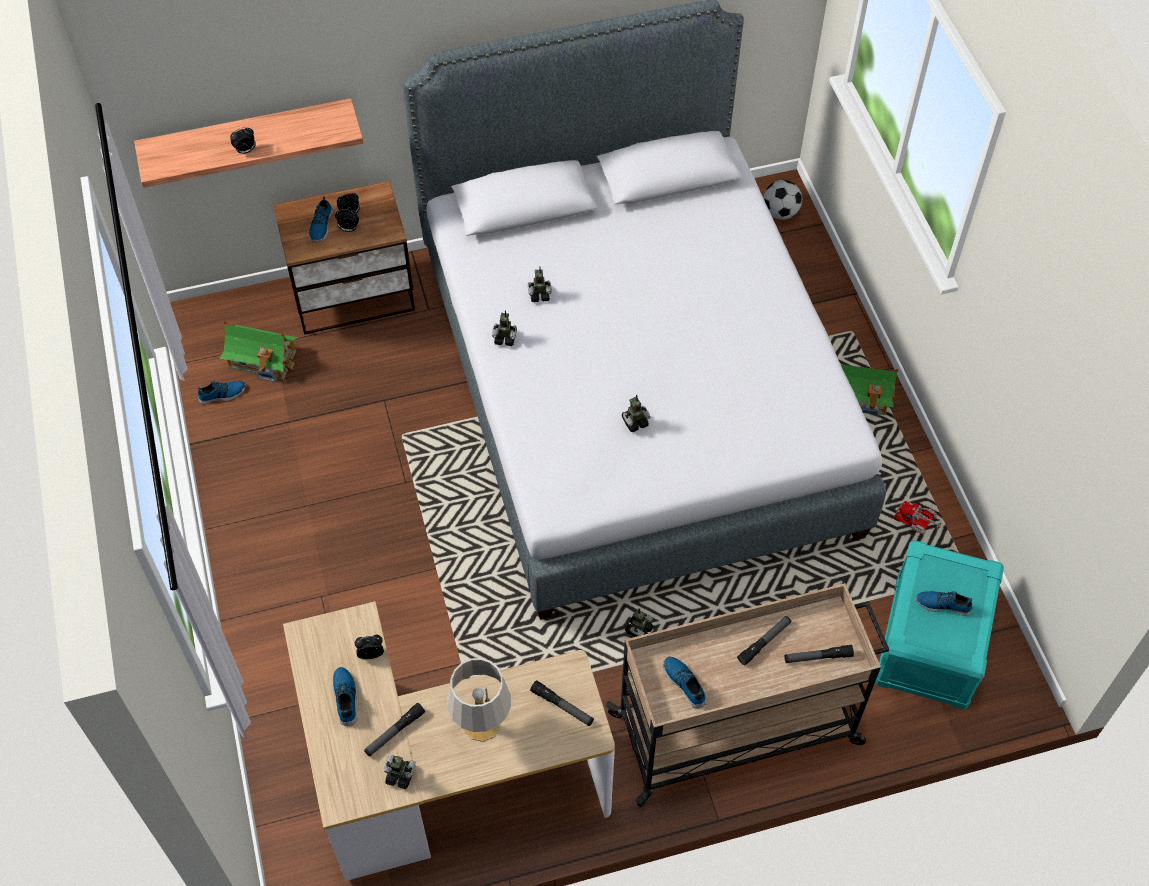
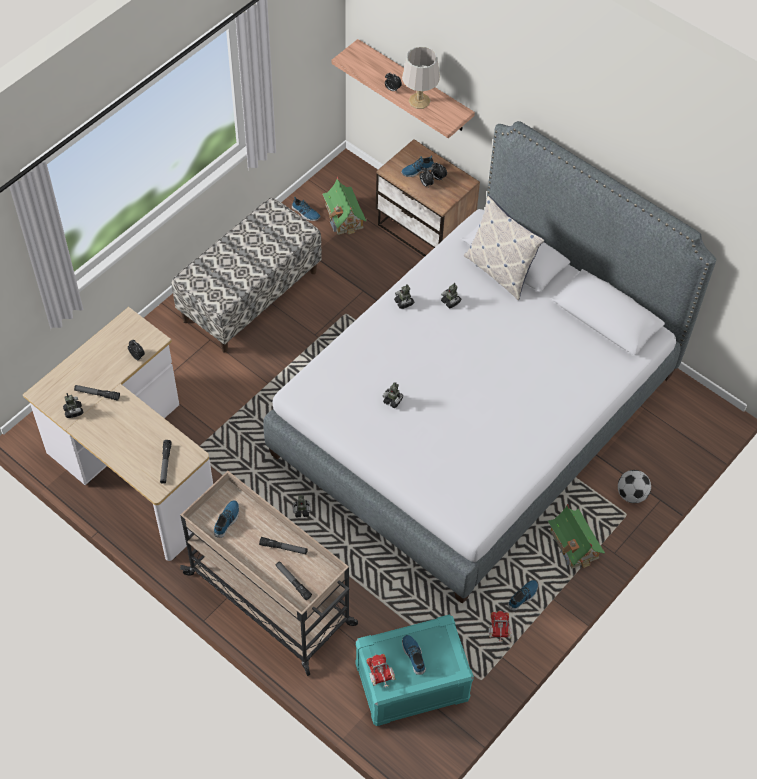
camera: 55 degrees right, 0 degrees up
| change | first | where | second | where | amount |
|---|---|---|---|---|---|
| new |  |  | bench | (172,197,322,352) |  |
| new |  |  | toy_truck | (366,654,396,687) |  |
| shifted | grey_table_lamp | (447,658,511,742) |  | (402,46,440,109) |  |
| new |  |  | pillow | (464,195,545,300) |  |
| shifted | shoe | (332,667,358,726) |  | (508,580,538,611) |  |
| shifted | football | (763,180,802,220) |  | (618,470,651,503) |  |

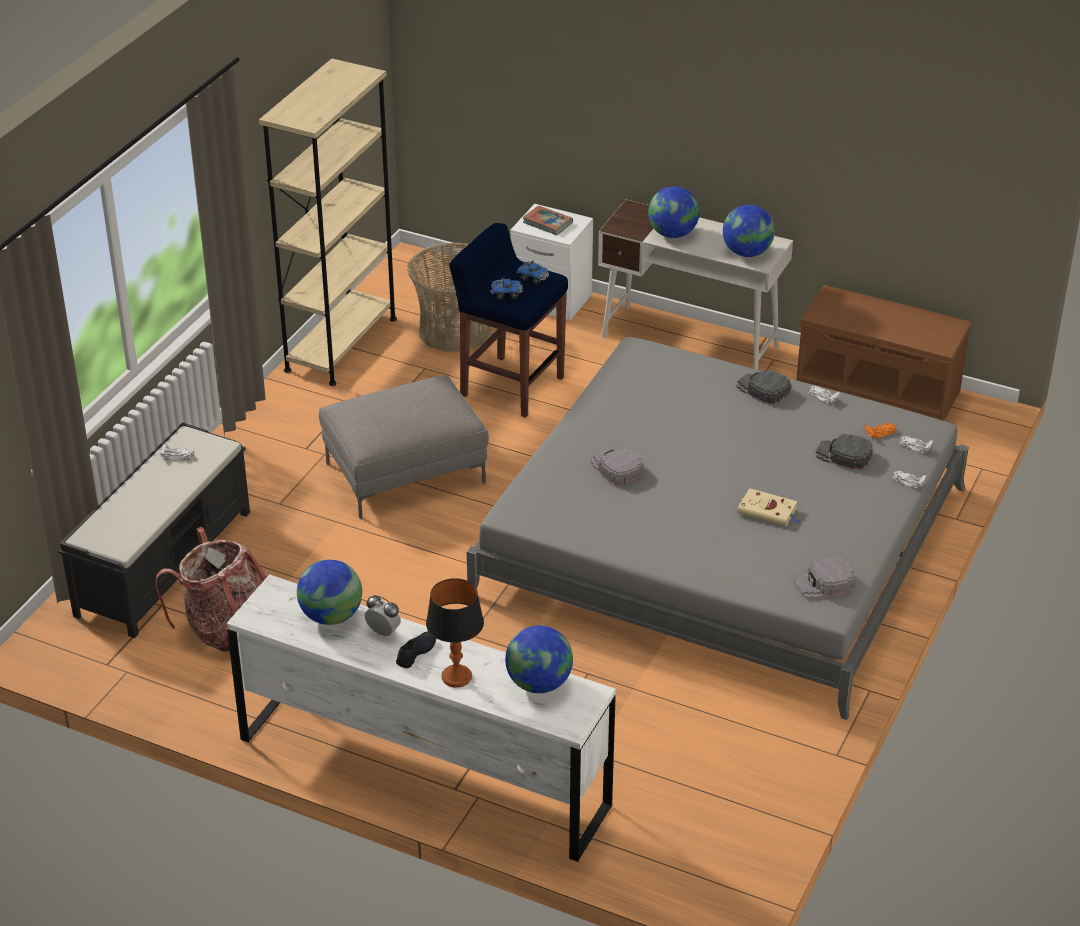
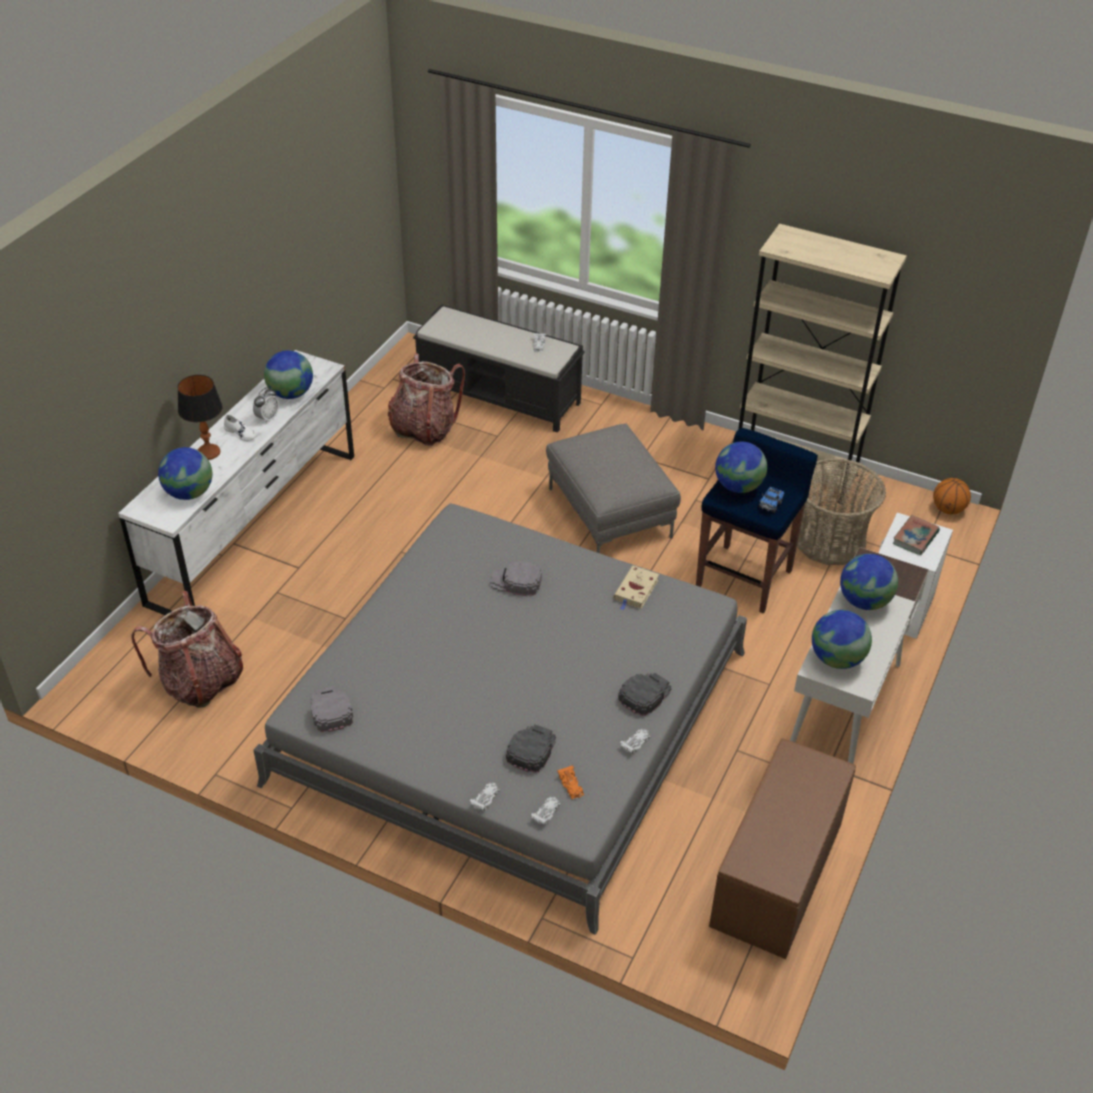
camera: 90 degrees right, 5 degrees up
| change | first | where | second | where | amount |
|---|---|---|---|---|---|
| new |  |  | backpack | (131,591,243,708) |  |
| repainted | black_shoe | (396,631,436,668) | white_shoe | (224,415,257,441) |  |
| rotated | grey_cap | (591,448,644,486) |  | (490,561,542,596) | 135 degrees counterclockwise |
| shifted | beige_book | (738,488,801,526) |  | (613,566,659,610) |  |
| swapped | toy_truck | (490,277,523,299) | globe | (715,442,767,493) |  |
| new |  |  | basketball | (933,478,971,515) |  |

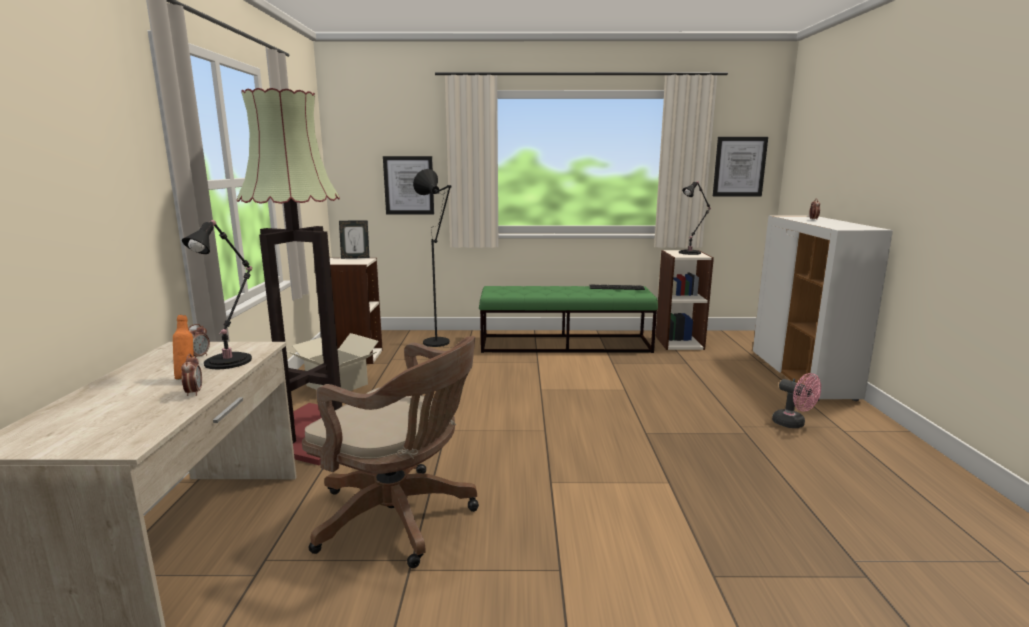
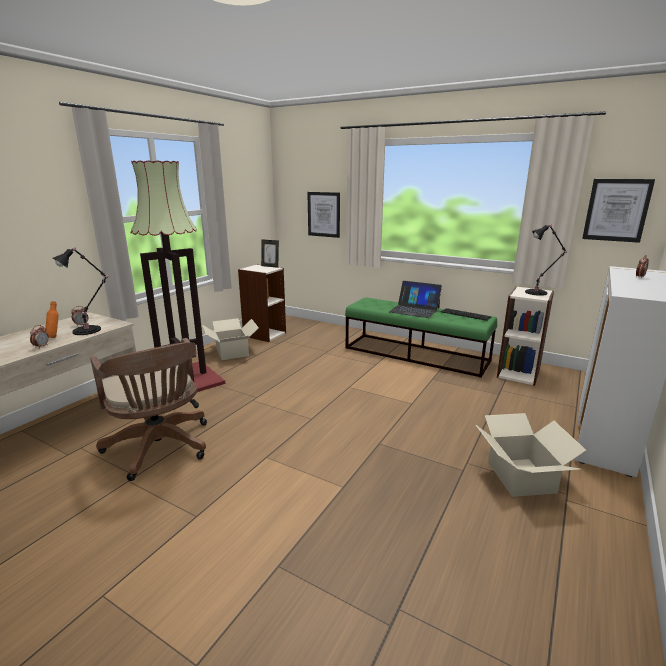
camera: 30 degrees right, 5 degrees up
| change | first | where | second | where | amount |
|---|---|---|---|---|---|
| new |  |  | laptop | (389,281,442,318) |  |
| swapped | pink_fan | (772,373,821,428) | cardboard_box | (476,413,587,497) |  |
| gone | black_floor_lamp | (413,169,452,348) |  |  |  |

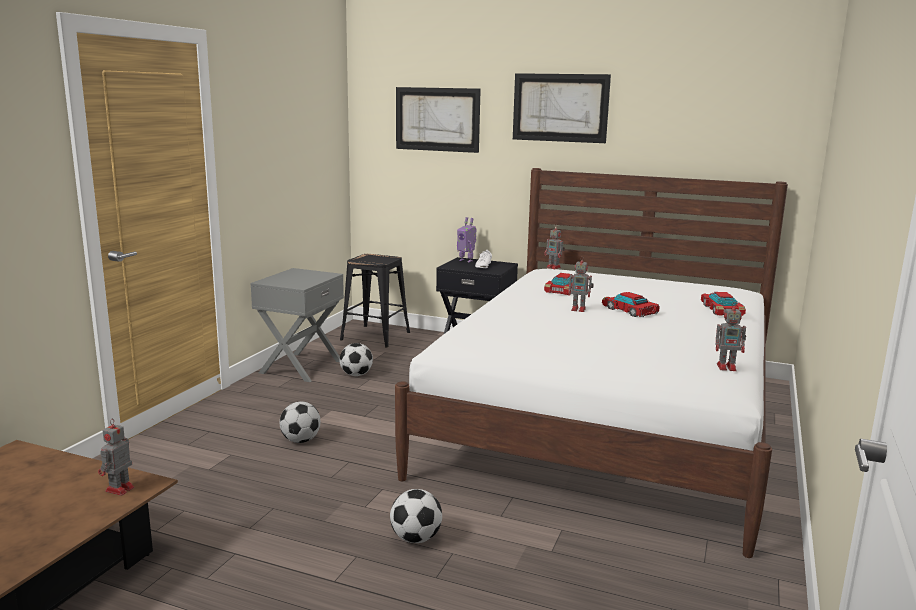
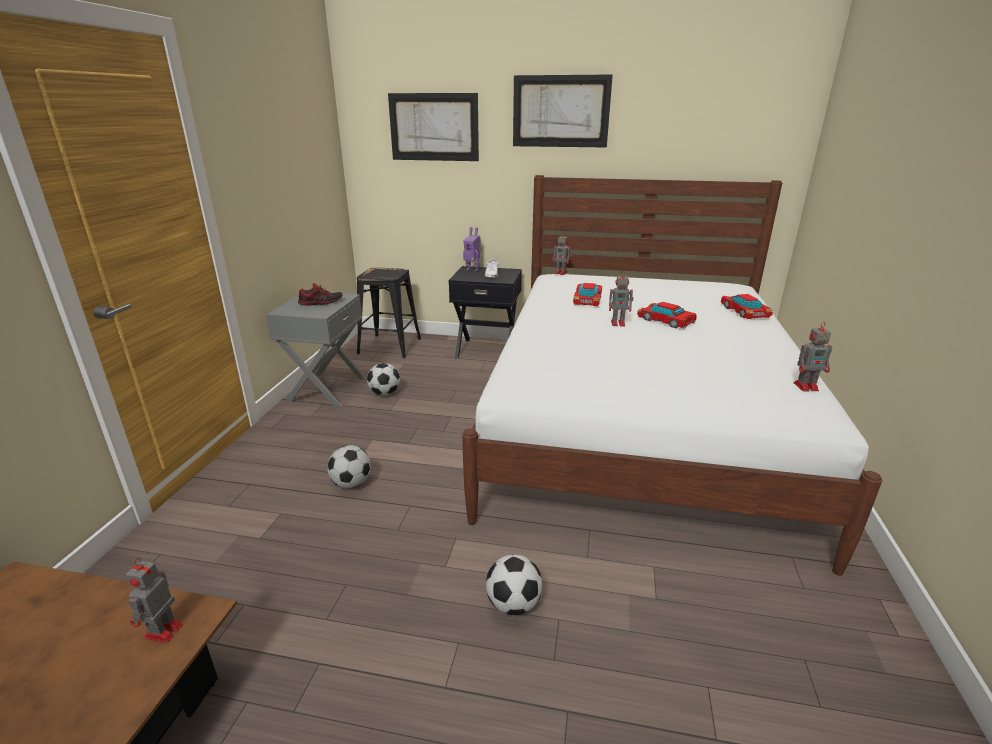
camera: 10 degrees left, 10 degrees up
| change | first | where | second | where | amount |
|---|---|---|---|---|---|
| new |  |  | shoe | (298,283,343,306) |  |

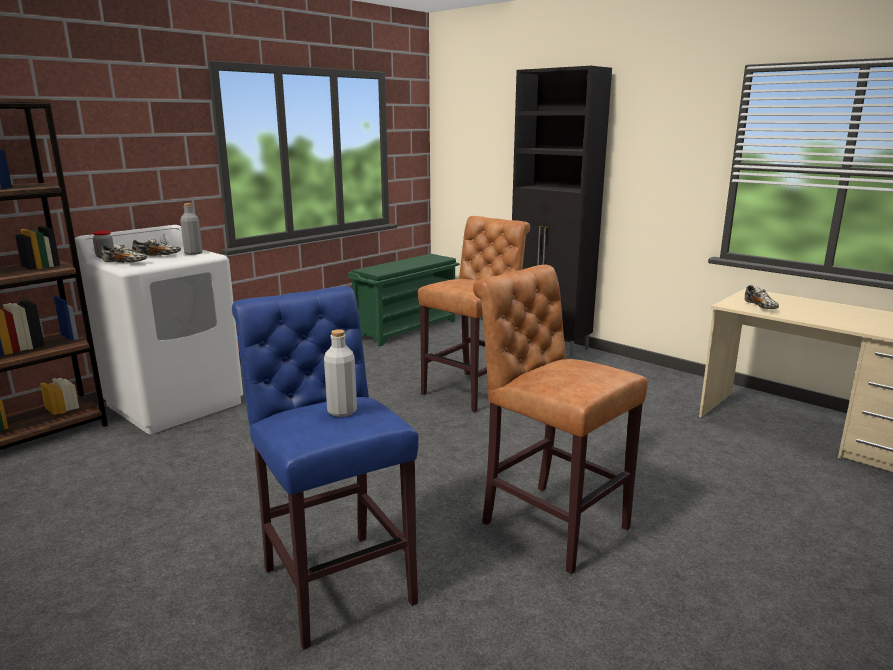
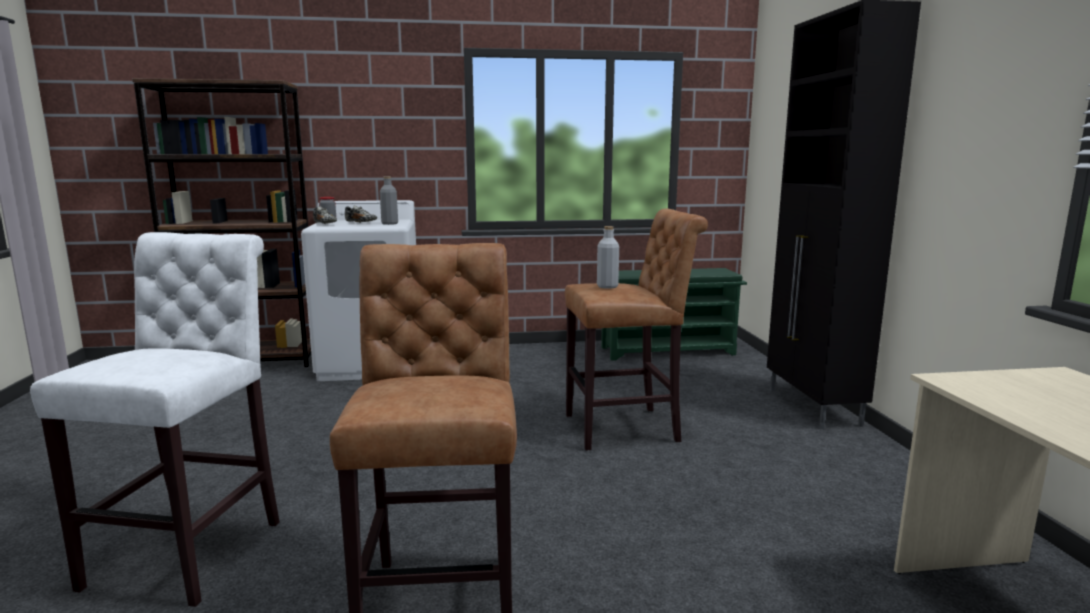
camera: 40 degrees right, 5 degrees down
| change | first | where | second | where | amount |
|---|---|---|---|---|---|
| repainted | blue_stool | (232,286,418,650) | white_stool | (30,232,280,607) |  |
| shifted | grey_bottle | (324,329,357,417) |  | (597,226,619,289) |  |
| gone | shoe | (745,285,779,309) |  |  |  |

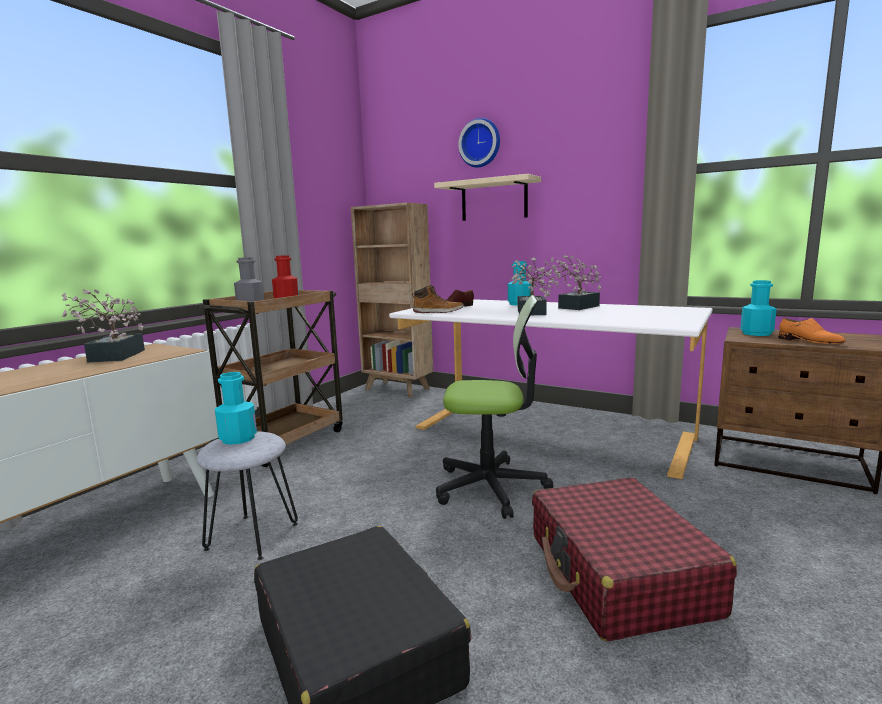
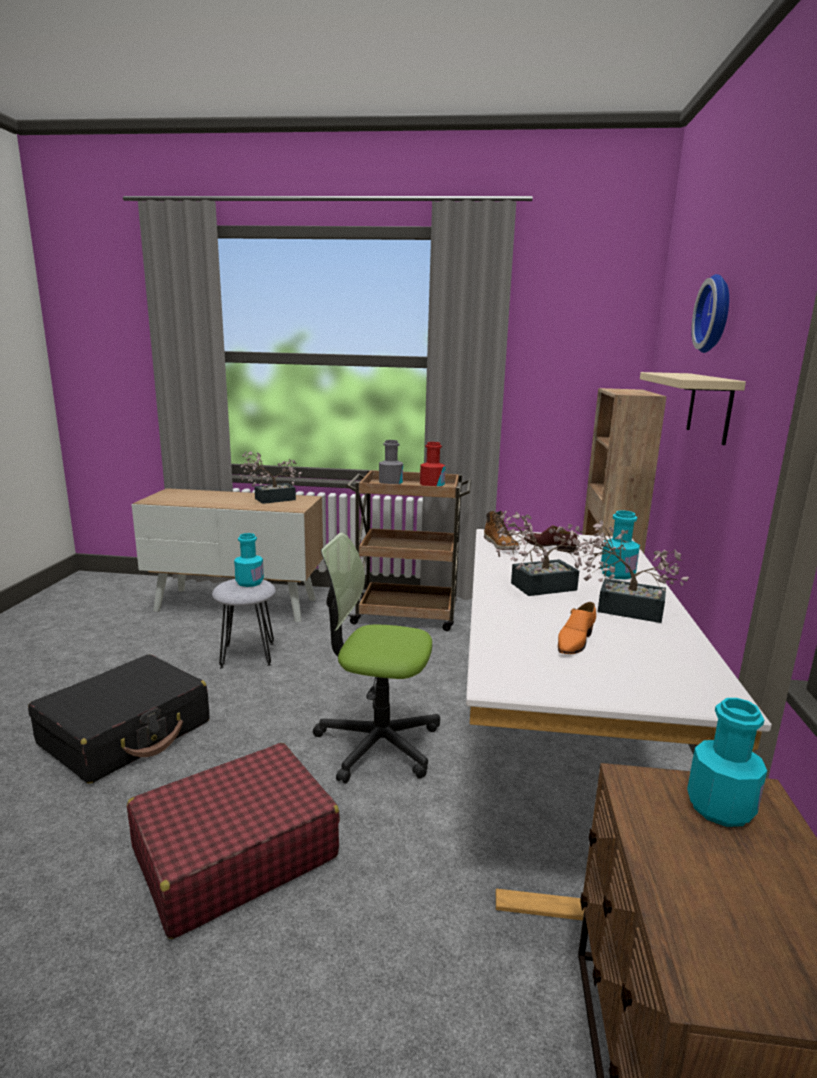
camera: 65 degrees right, 5 degrees up
| change | first | where | second | where | amount |
|---|---|---|---|---|---|
| rotated | office_chair | (436,295,554,519) |  | (313,533,440,784) | 120 degrees clockwise |
| shifted | orange_shoe | (779,318,845,344) |  | (558,602,596,654) |  |

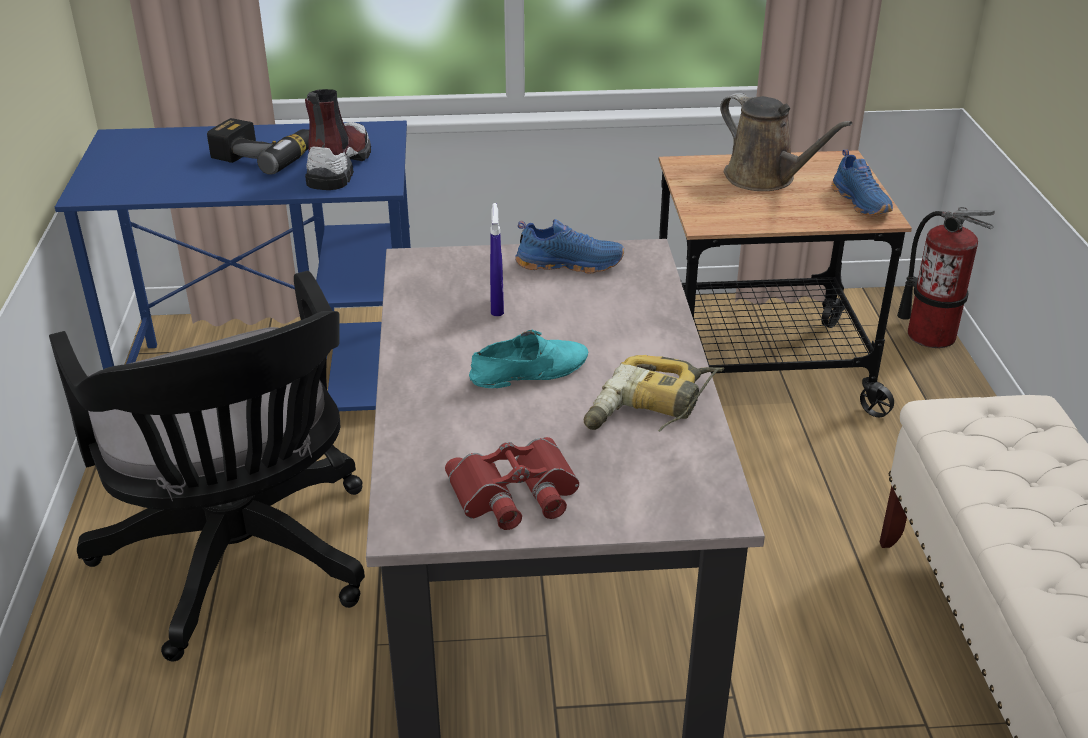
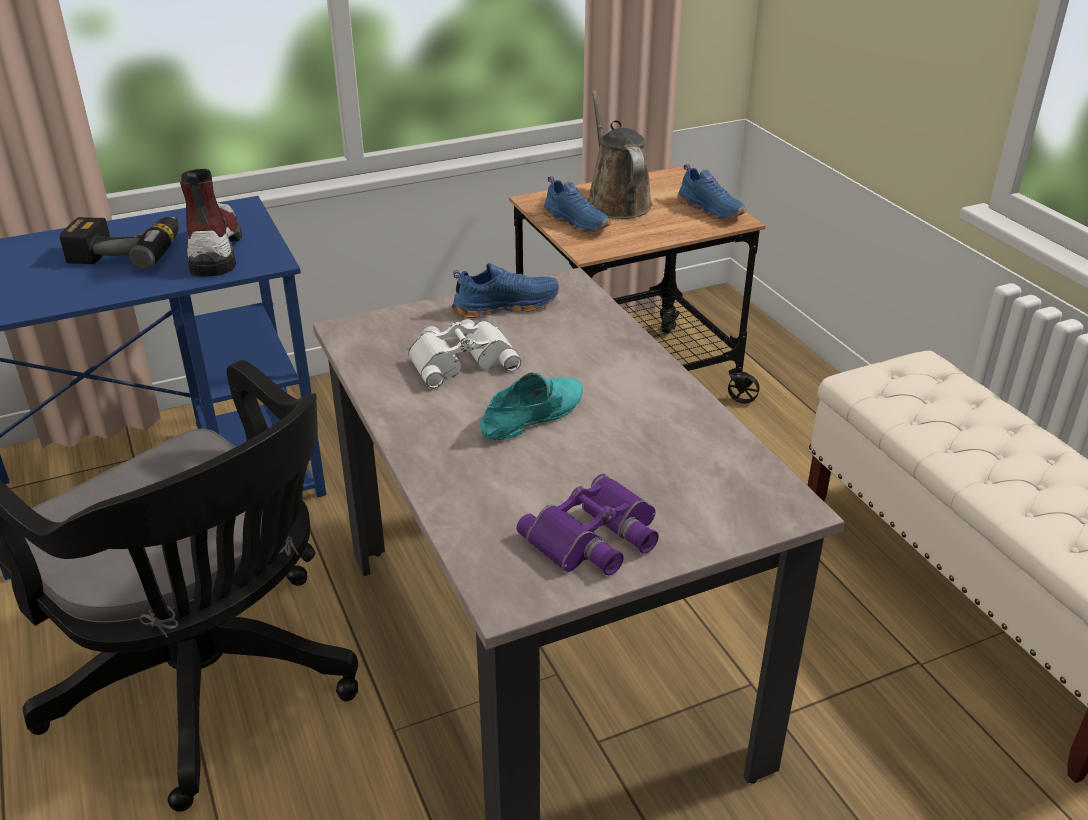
camera: 20 degrees left, 0 degrees up
| change | first | where | second | where | amount |
|---|---|---|---|---|---|
| swapped | blue_spray_bottle | (490,203,504,316) | white_binoculars | (408,319,521,388) |  |
| repainted | red_binoculars | (445,437,579,530) | purple_binoculars | (517,474,659,575) |  |
| new |  |  | blue_shoe | (543,176,611,233) |  |
| rotated | brown_watering_can | (720,93,853,191) |  | (587,91,652,219) | 135 degrees counterclockwise |
| gone | power_drill | (584,355,724,432) |  |  |  |
| gone | fire_extinguisher | (897,207,995,348) |  |  |  |

